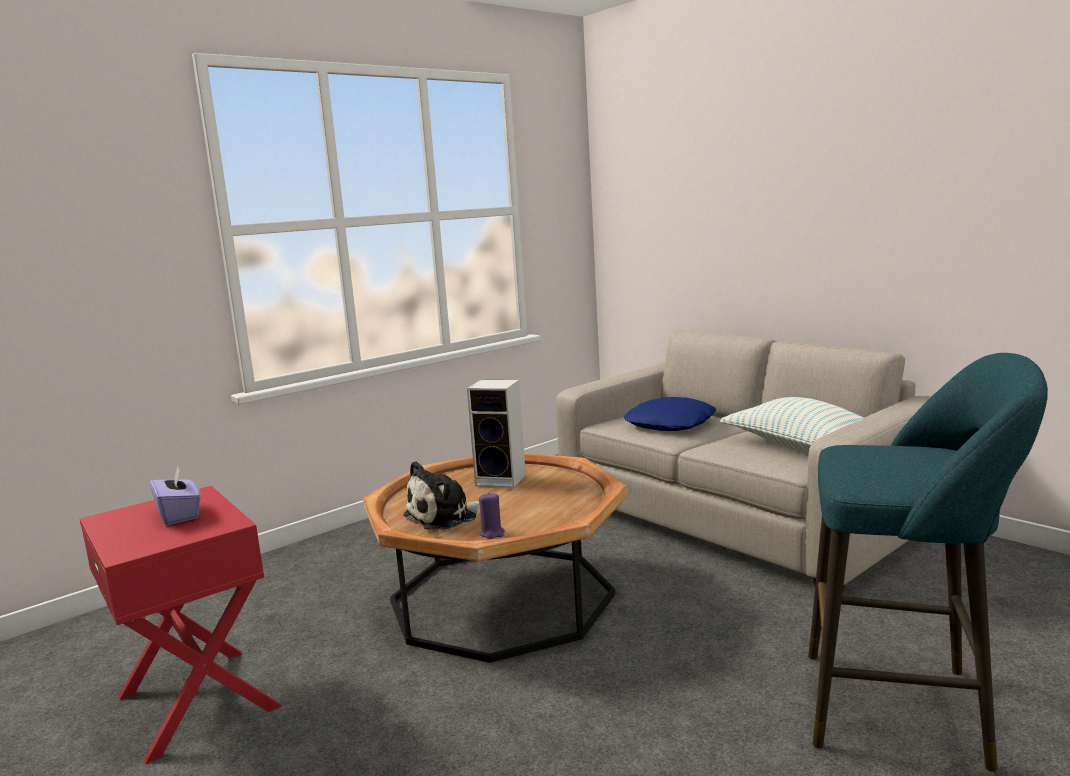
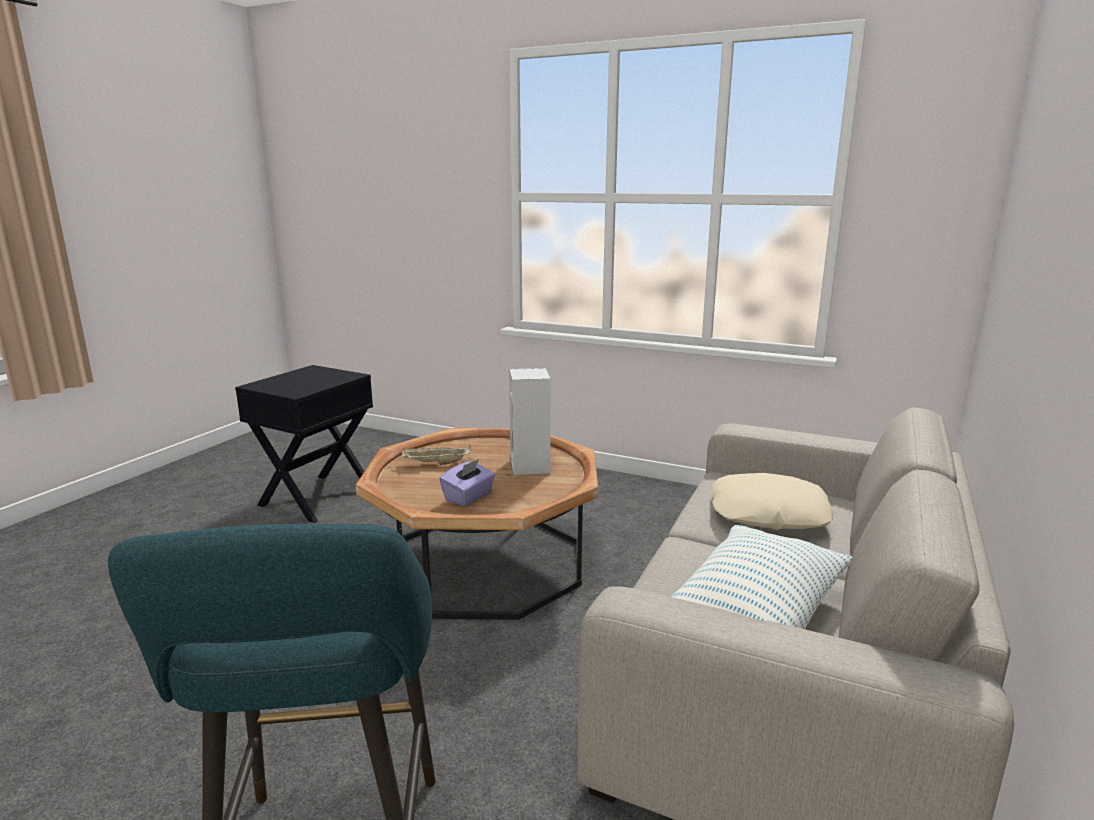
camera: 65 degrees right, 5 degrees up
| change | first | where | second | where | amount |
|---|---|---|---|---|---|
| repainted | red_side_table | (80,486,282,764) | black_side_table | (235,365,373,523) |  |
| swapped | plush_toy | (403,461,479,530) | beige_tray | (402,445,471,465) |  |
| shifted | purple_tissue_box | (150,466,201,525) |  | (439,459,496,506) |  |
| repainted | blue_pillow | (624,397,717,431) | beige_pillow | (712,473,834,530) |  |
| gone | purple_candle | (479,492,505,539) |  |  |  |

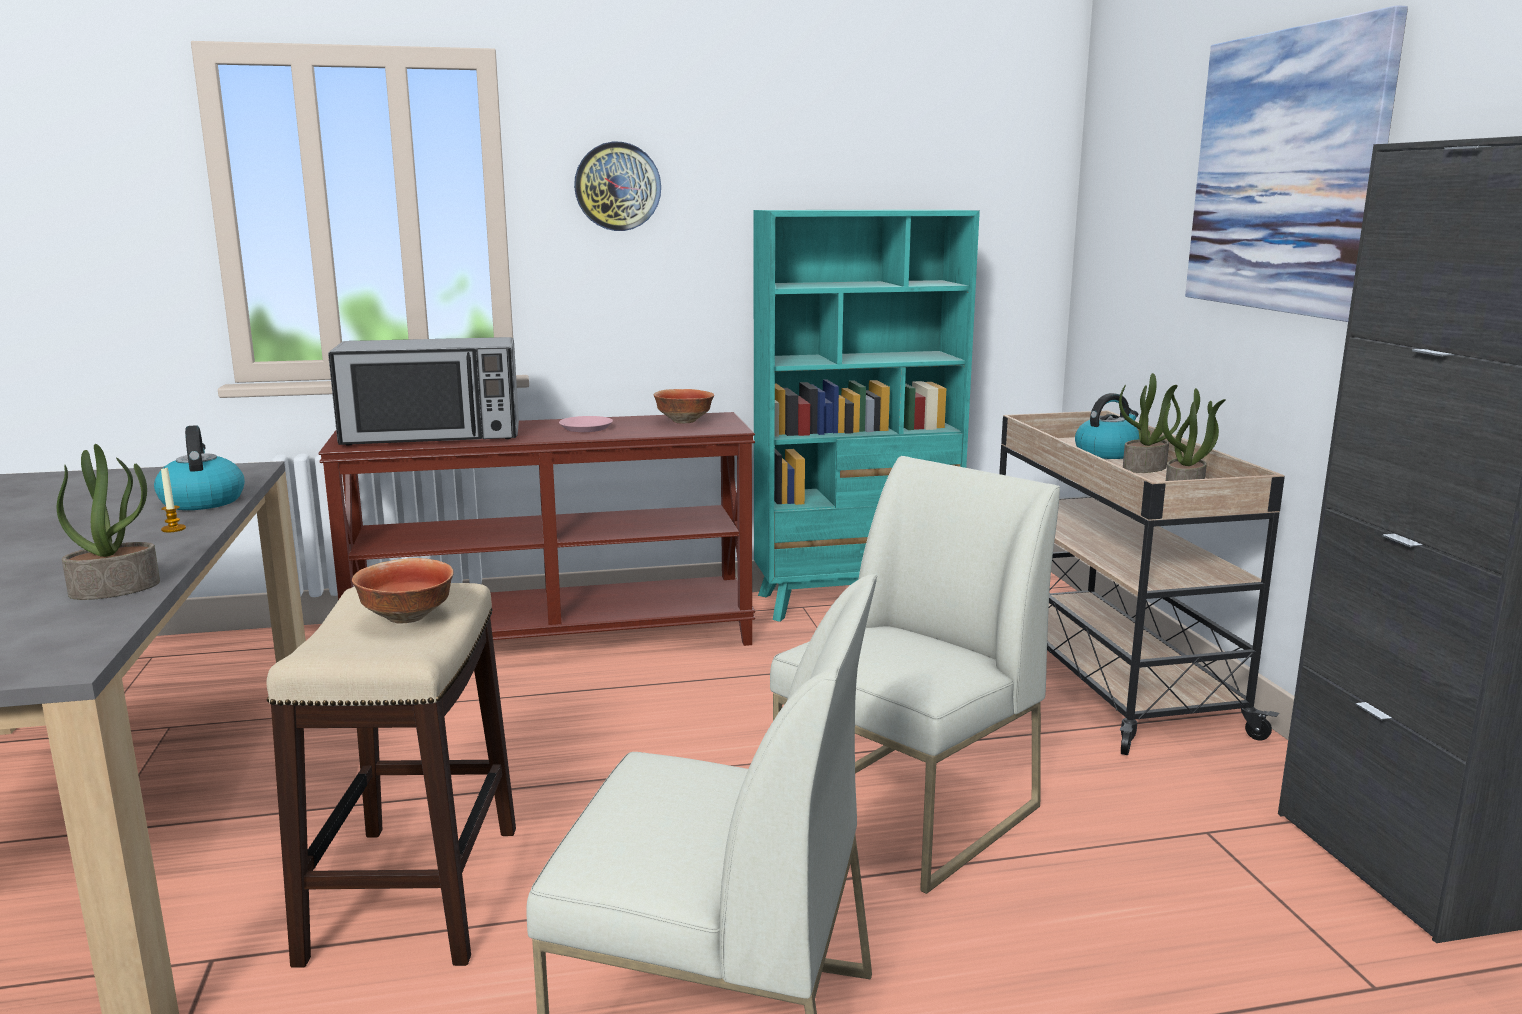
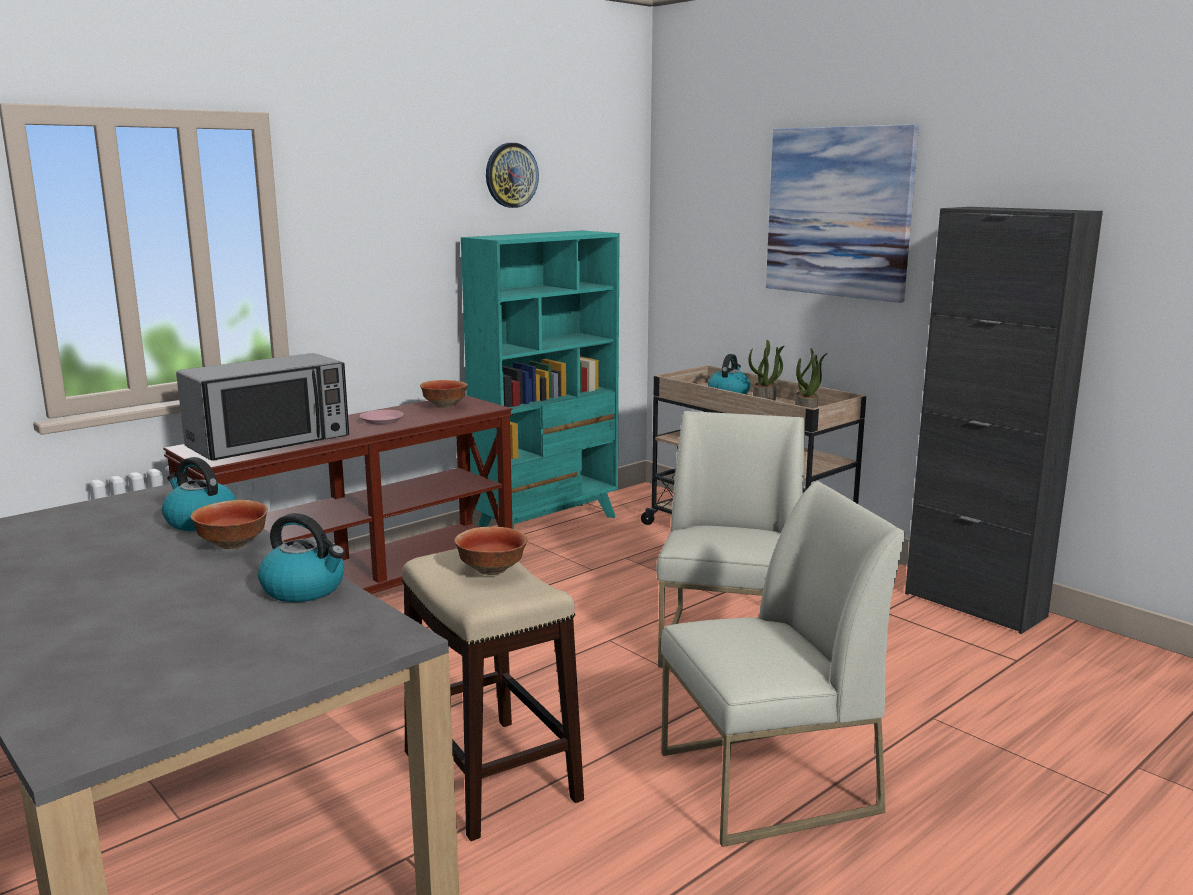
camera: 30 degrees left, 0 degrees up
| change | first | where | second | where | amount |
|---|---|---|---|---|---|
| swapped | candle | (161,467,186,532) | bowl | (190,500,268,549) |  |
| swapped | potted_plant | (57,444,160,600) | kettle | (258,513,345,602) |  |
| shifted | wall_clock | (574,142,661,231) |  | (486,143,539,208) |  |

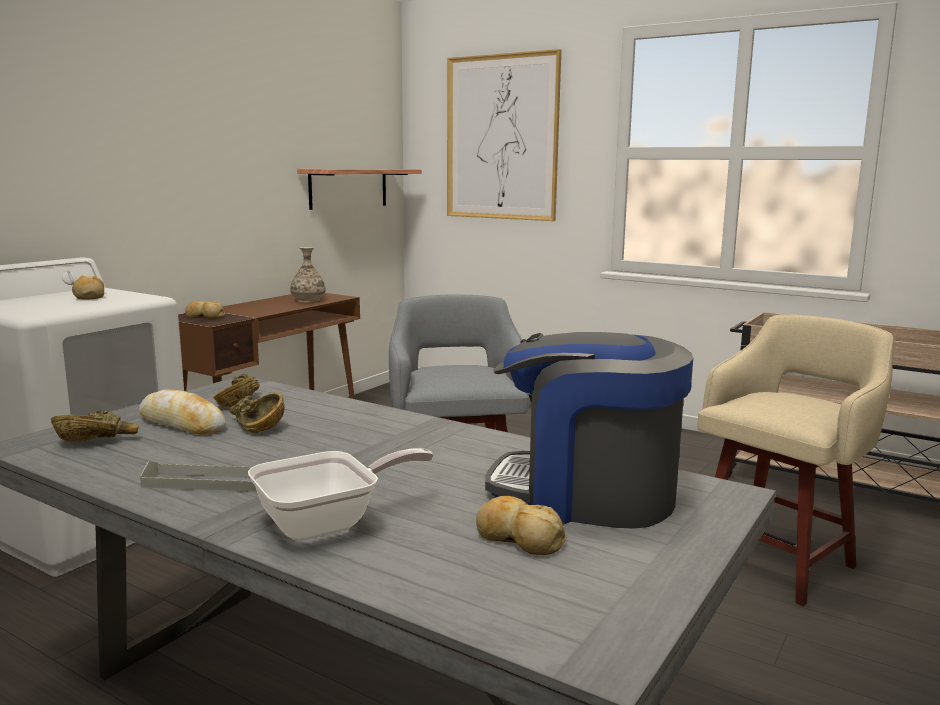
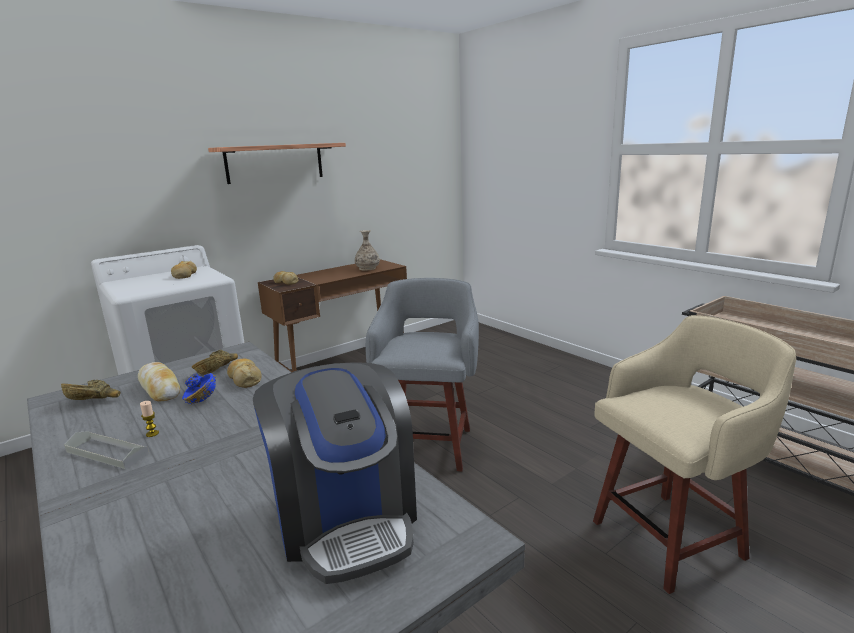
camera: 20 degrees right, 5 degrees up
| change | first | where | second | where | amount |
|---|---|---|---|---|---|
| new |  |  | candle | (140,401,159,437) |  |
| repainted | brown_bowl | (230,392,284,433) | blue_bowl | (182,373,216,404) |  |
| shifted | shelf | (297,169,422,210) |  | (208,143,346,184) |  |
| shifted | bread | (476,496,567,555) |  | (227,359,262,388) |  |
| rotated | coffee_machine | (485,332,693,529) |  | (253,362,417,584) | 150 degrees counterclockwise |
| gone | frying_pan | (248,448,433,541) |  |  |  |
| gone | picture | (447,49,561,221) |  |  |  |

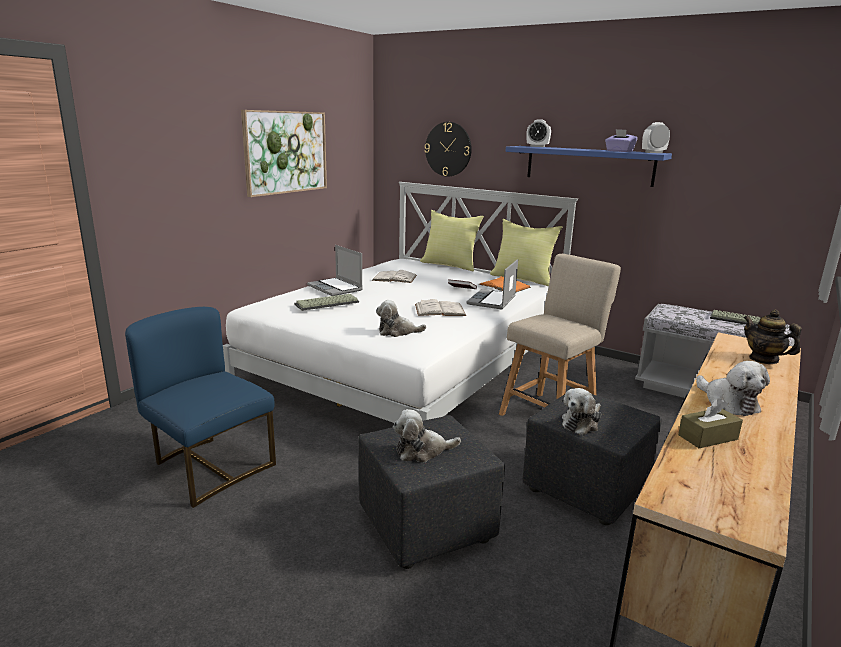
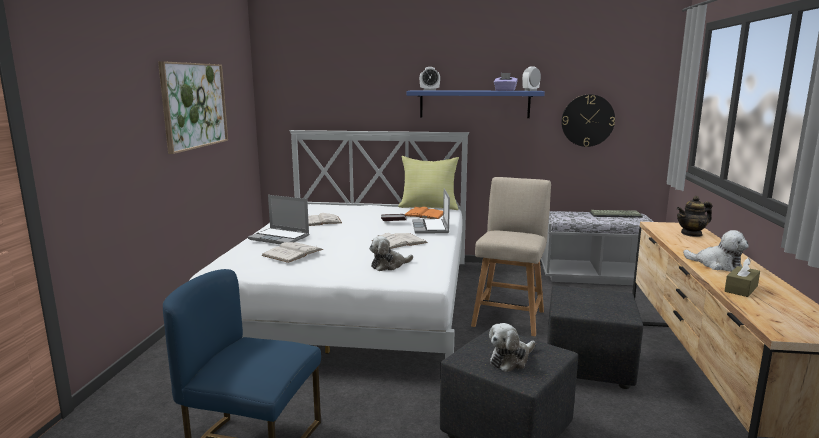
camera: 25 degrees left, 5 degrees down
| change | first | where | second | where | amount |
|---|---|---|---|---|---|
| swapped | keyboard | (294,294,359,311) | white_book | (261,242,323,263) |  |
| shifted | wall_clock | (425,122,472,176) |  | (561,94,615,147) |  |
| rotated | teapot | (744,309,802,364) |  | (676,196,712,237) | 45 degrees counterclockwise |
| gone | yellow_pillow | (420,210,484,271) |  |  |  |
| gone | plush_toy | (562,388,602,435) |  |  |  |

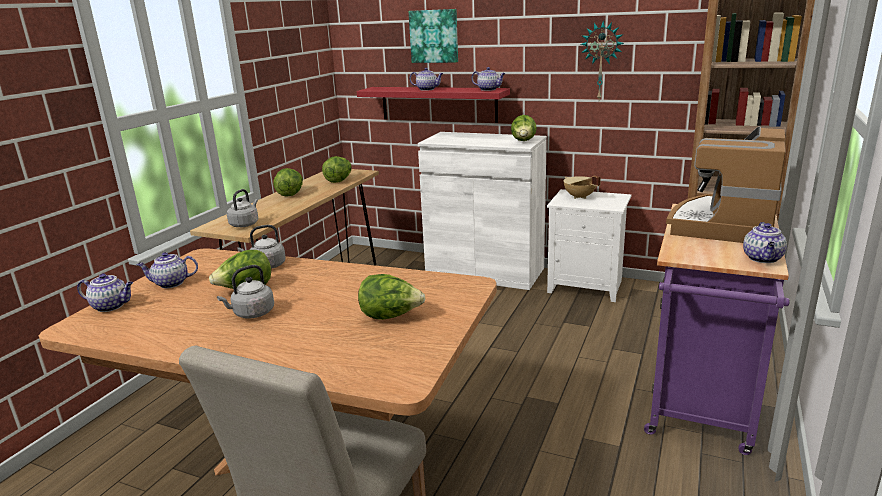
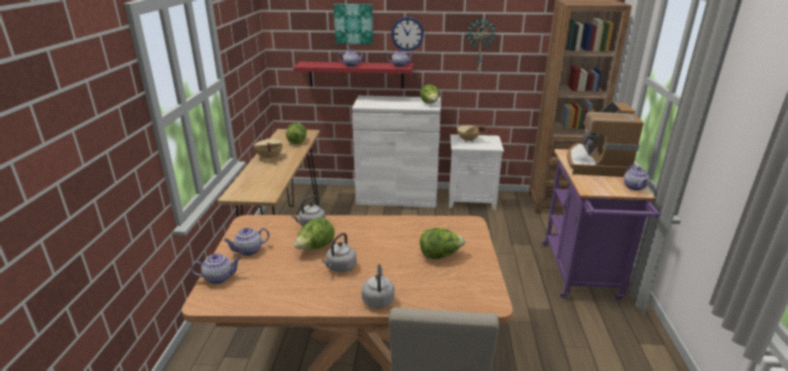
camera: 20 degrees left, 5 degrees up
| change | first | where | second | where | amount |
|---|---|---|---|---|---|
| swapped | lettuce | (273,168,303,197) | beige_cooking_pot | (254,138,283,160) |  |
| shifted | grey_kettle | (227,189,258,227) |  | (361,264,395,308) |  |
| new |  |  | wall_clock | (391,17,424,51) |  |

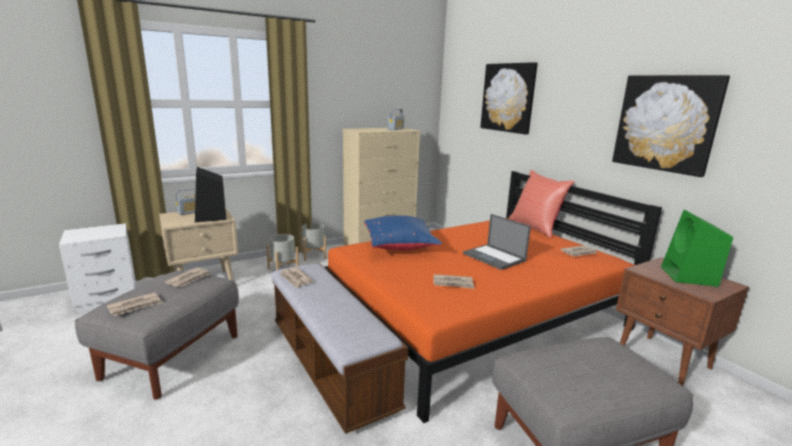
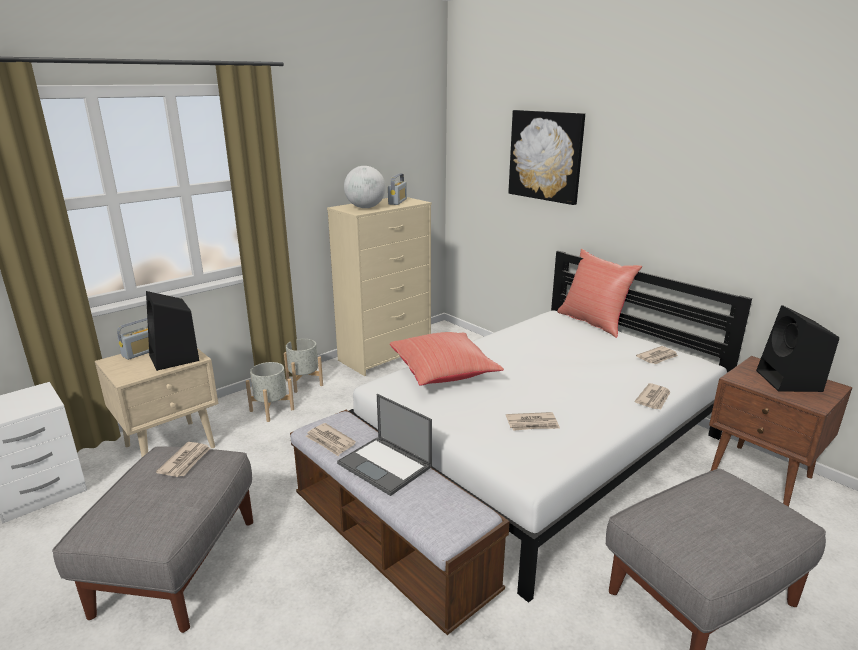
camera: 10 degrees left, 5 degrees up
| change | first | where | second | where | amount |
|---|---|---|---|---|---|
| shifted | laptop | (463,214,531,270) |  | (337,394,432,496) |  |
| new |  |  | globe | (344,166,386,208) |  |
| repainted | orange_bed | (324,171,662,423) | white_bed | (349,251,752,603) |  |
| repainted | blue_pillow | (364,215,442,250) | red_pillow | (390,332,504,386) |  |
| shifted | newspaper | (106,292,163,316) |  | (635,383,671,410) |  |
| repainted | green_speaker | (661,210,733,287) | black_speaker | (756,305,839,392) |  |
| gone | picture | (612,75,730,177) |  |  |  |

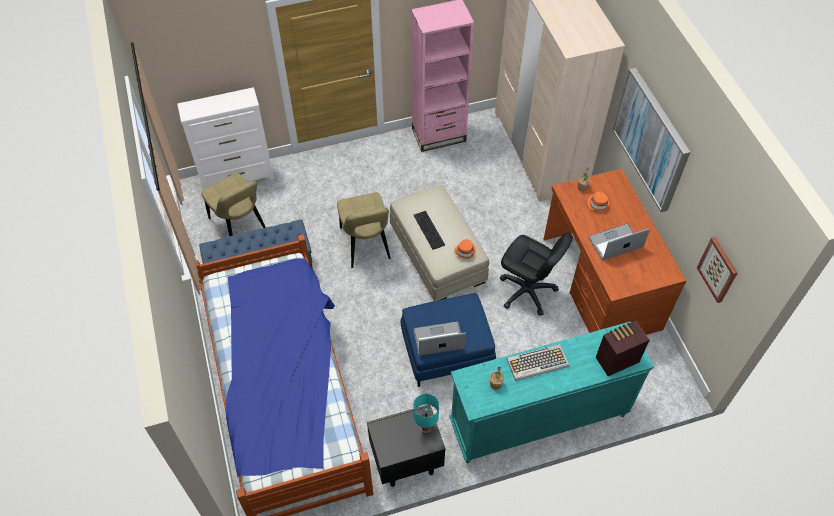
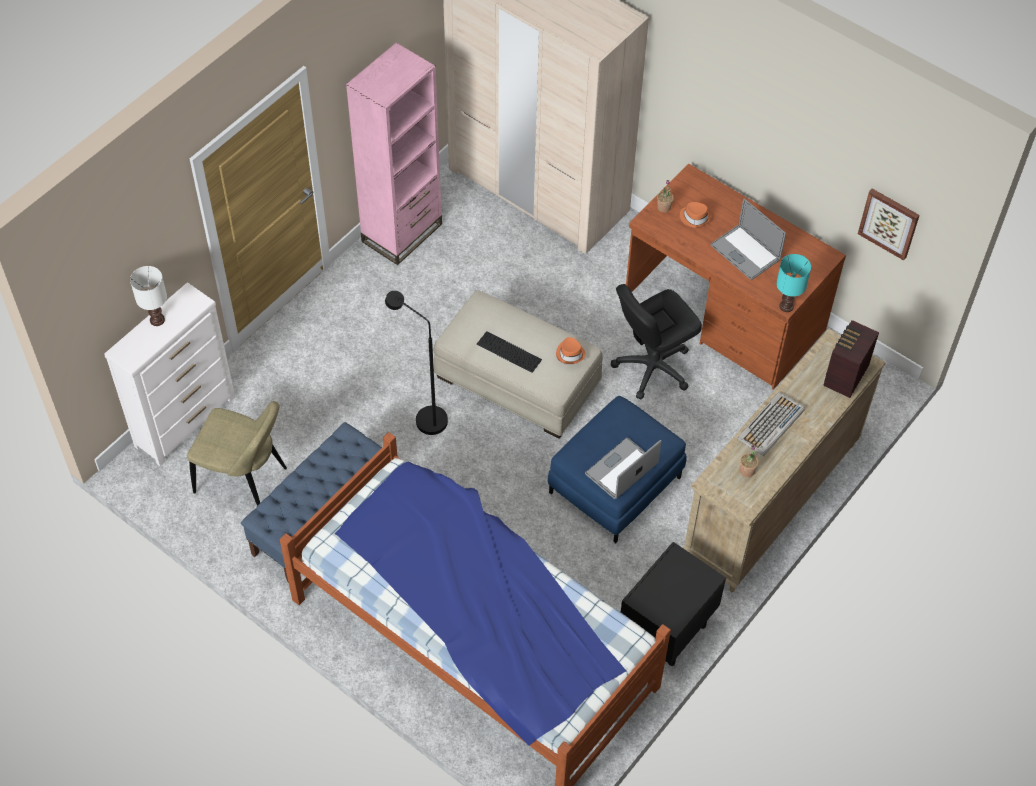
camera: 35 degrees left, 0 degrees up
| change | first | where | second | where | amount |
|---|---|---|---|---|---|
| new |  |  | white_table_lamp | (130,266,167,326) |  |
| swapped | beige_chair | (337,192,391,268) | black_floor_lamp | (385,291,448,435) |  |
| rotated | black_office_chair | (500,232,573,316) |  | (611,284,702,399) | 150 degrees clockwise |
| repainted | turquoise_dresser | (449,321,654,463) | beige_dresser | (683,328,886,592) |  |
| rotated | laptop | (588,223,650,261) |  | (711,198,786,280) | 75 degrees counterclockwise |
| shifted | turquoise_table_lamp | (413,394,439,434) |  | (776,254,811,312) |  |
| gone | picture | (613,68,690,212) |  |  |  |

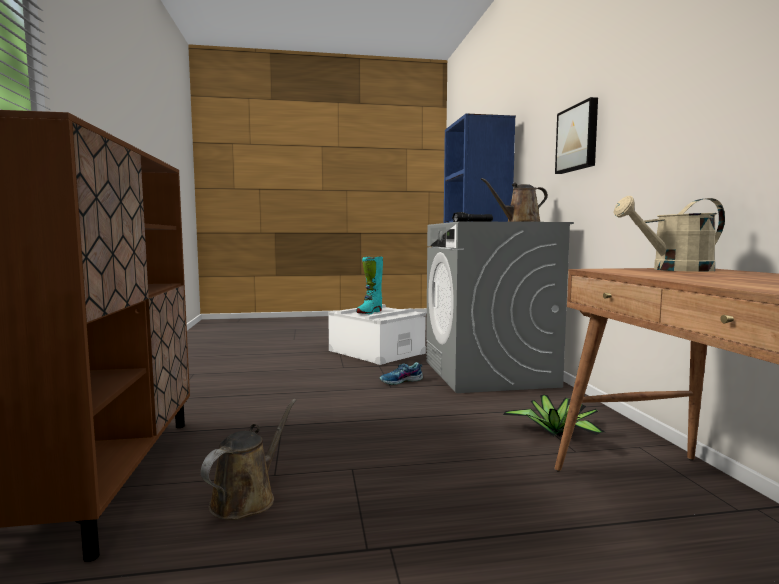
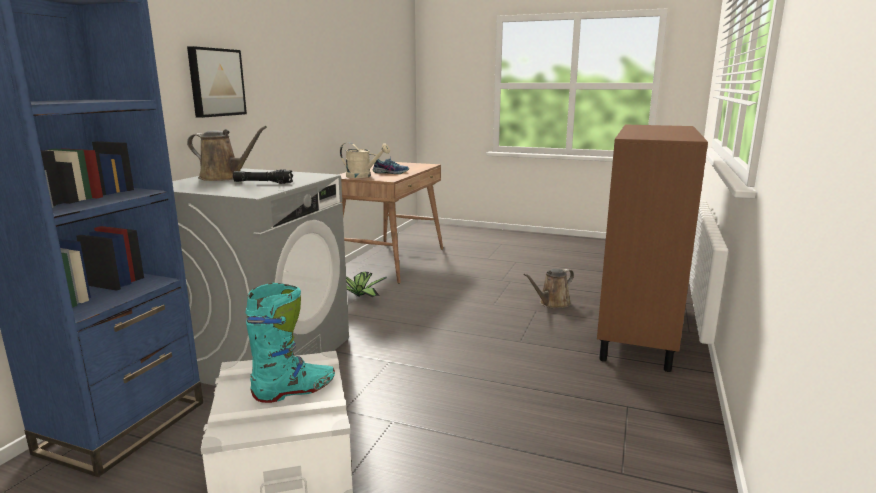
camera: 150 degrees left, 10 degrees up
| change | first | where | second | where | amount |
|---|---|---|---|---|---|
| shifted | shoe | (380,362,423,385) |  | (373,156,409,174) |  |

